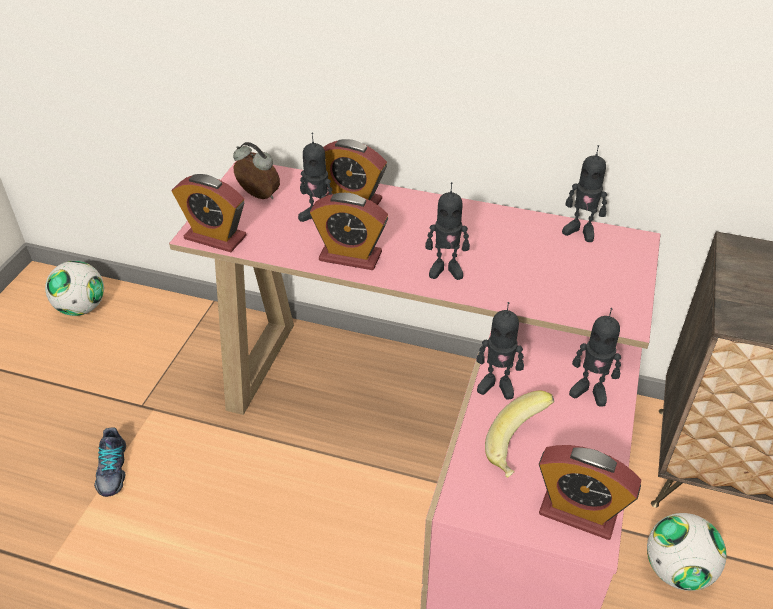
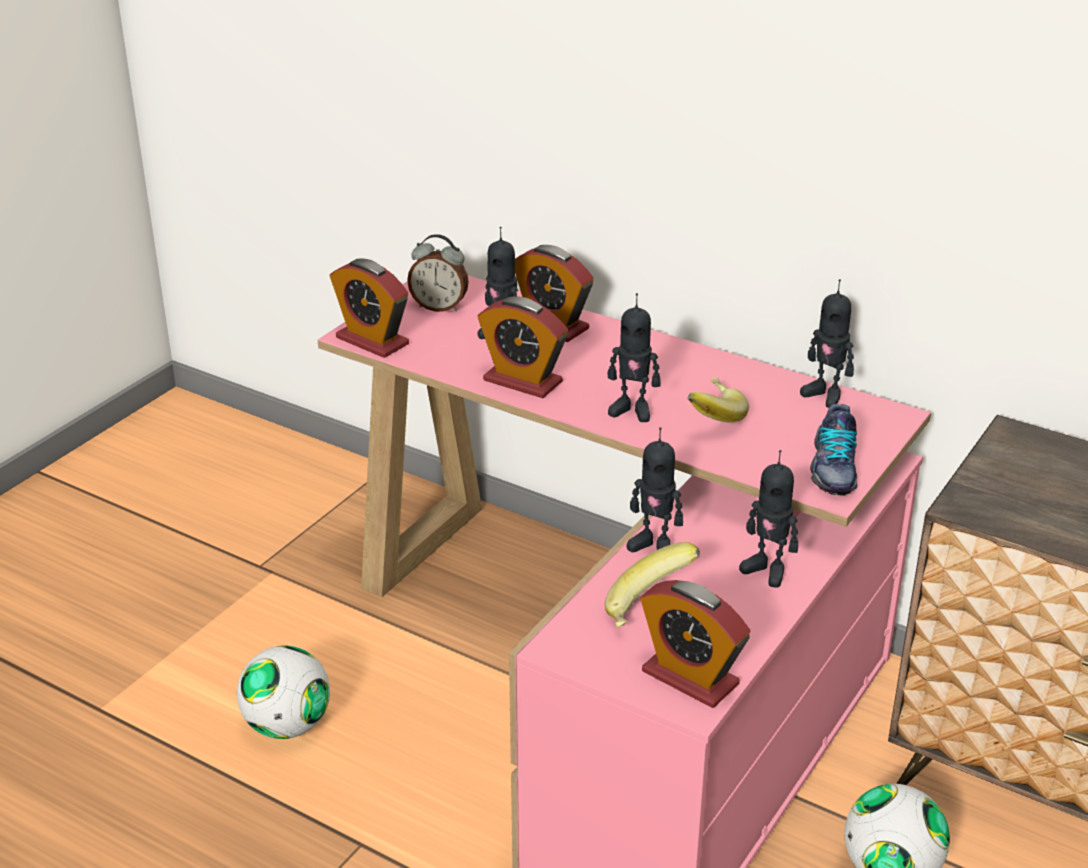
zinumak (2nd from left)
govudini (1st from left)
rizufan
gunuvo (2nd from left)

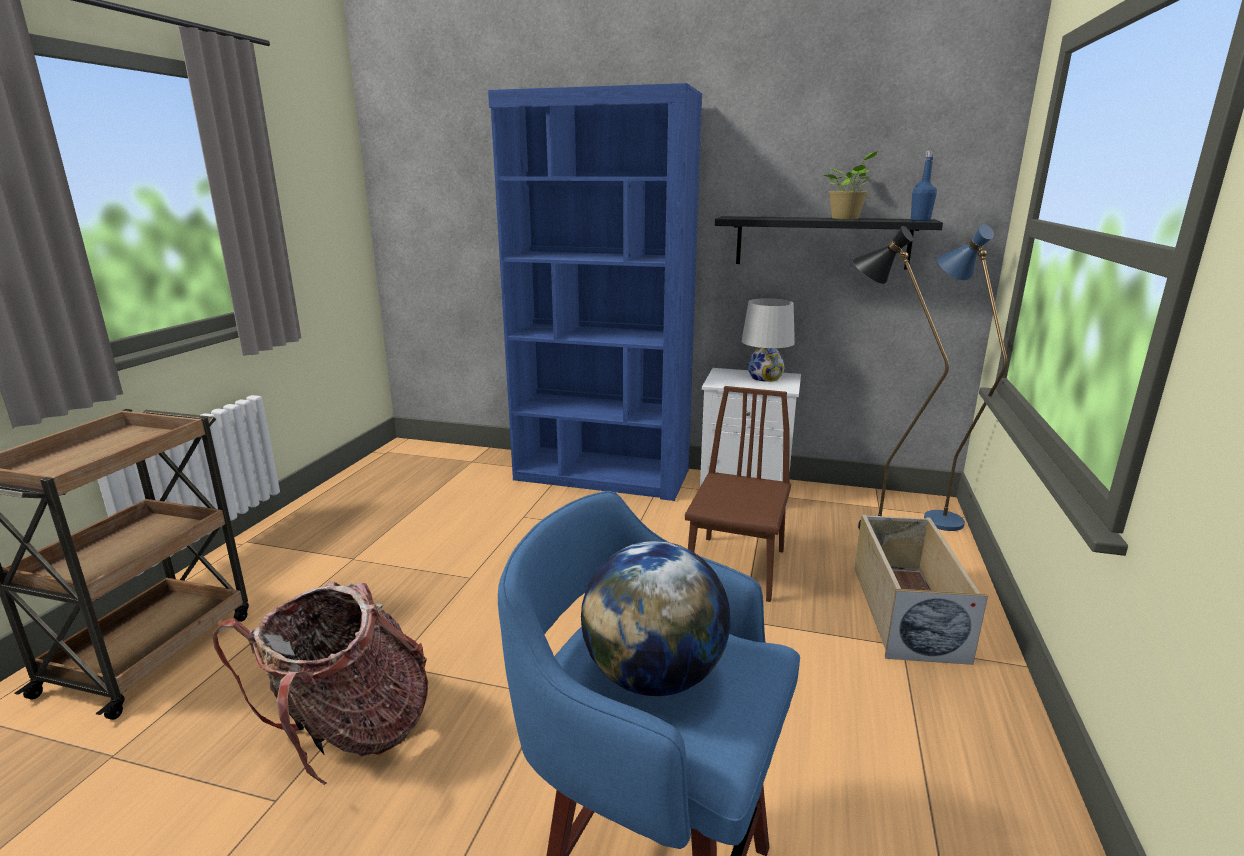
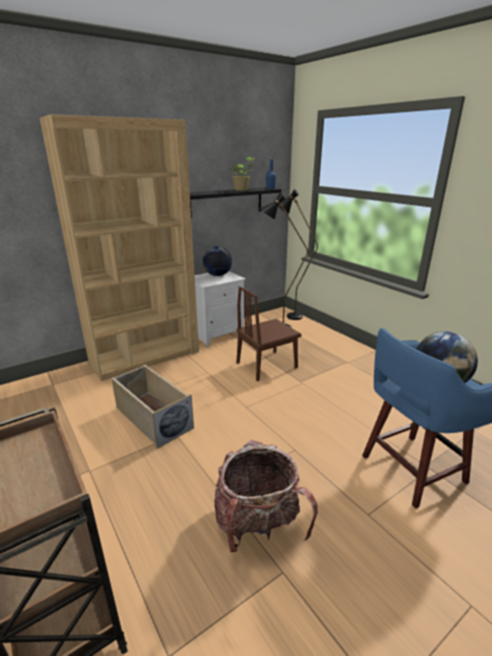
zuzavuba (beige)
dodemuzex (1st from left)
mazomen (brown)
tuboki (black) (2nd from left)
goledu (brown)

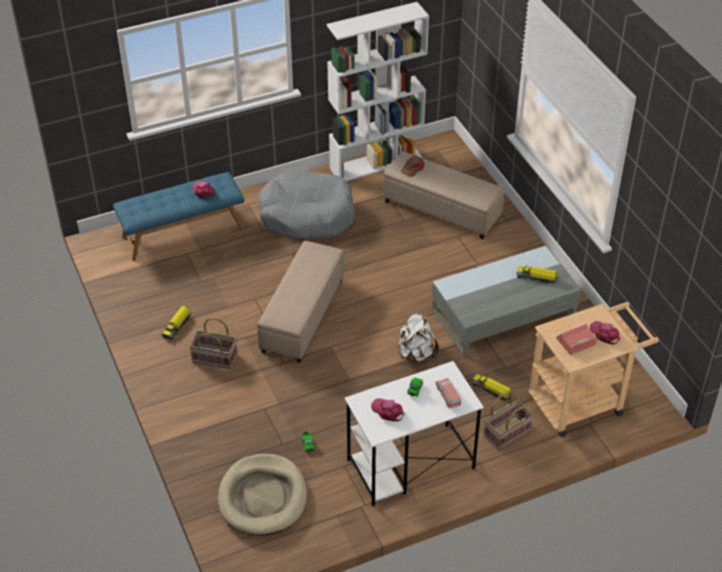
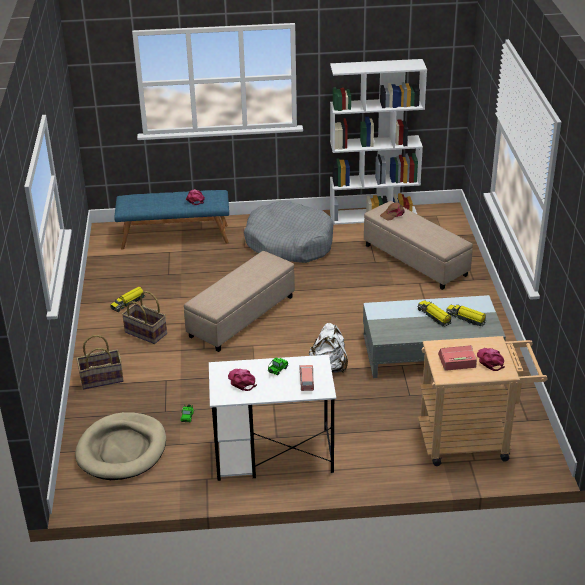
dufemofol (2nd from left)
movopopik (1st from left)

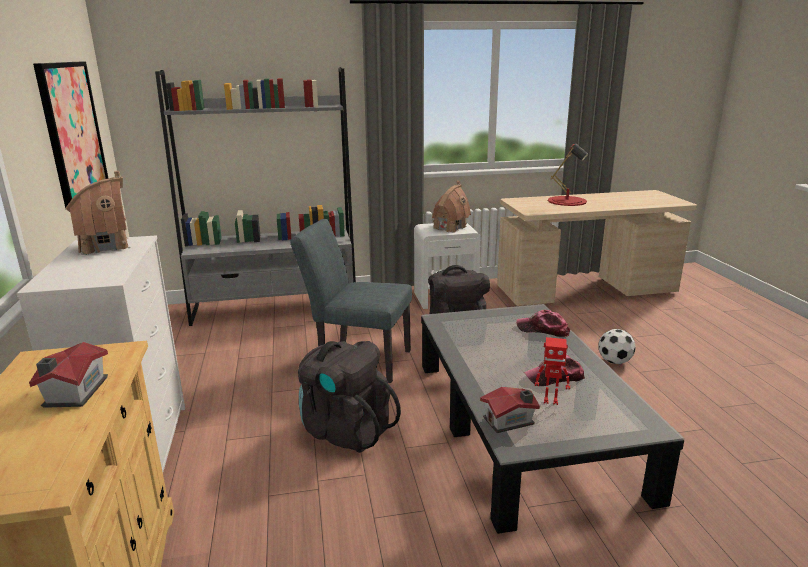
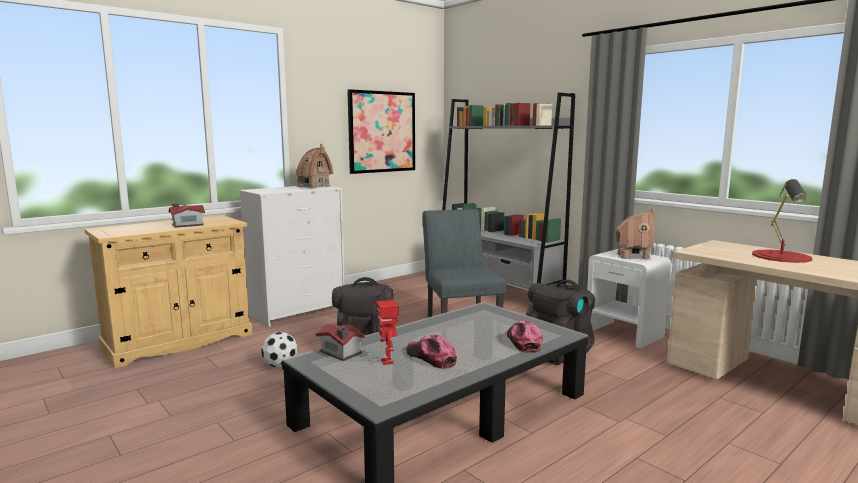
govudini

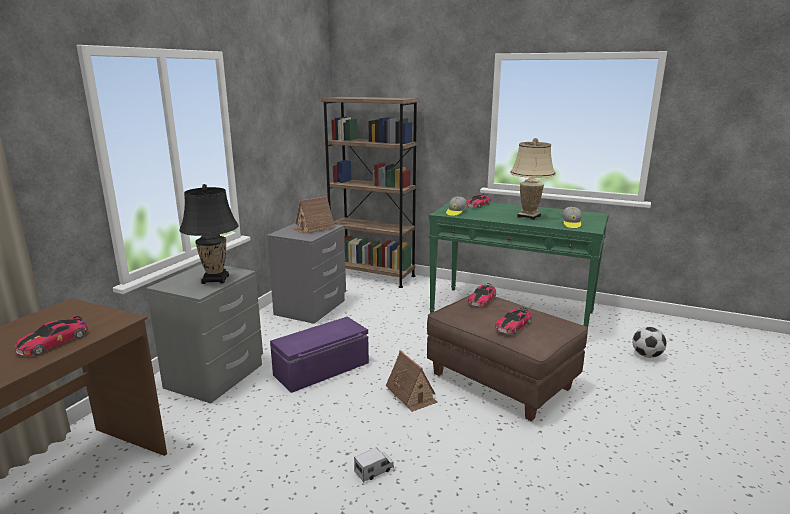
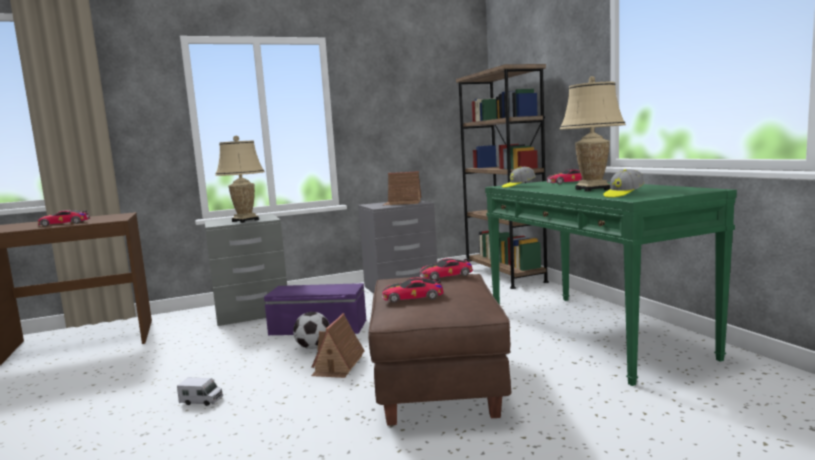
govudini
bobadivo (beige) (1st from left)

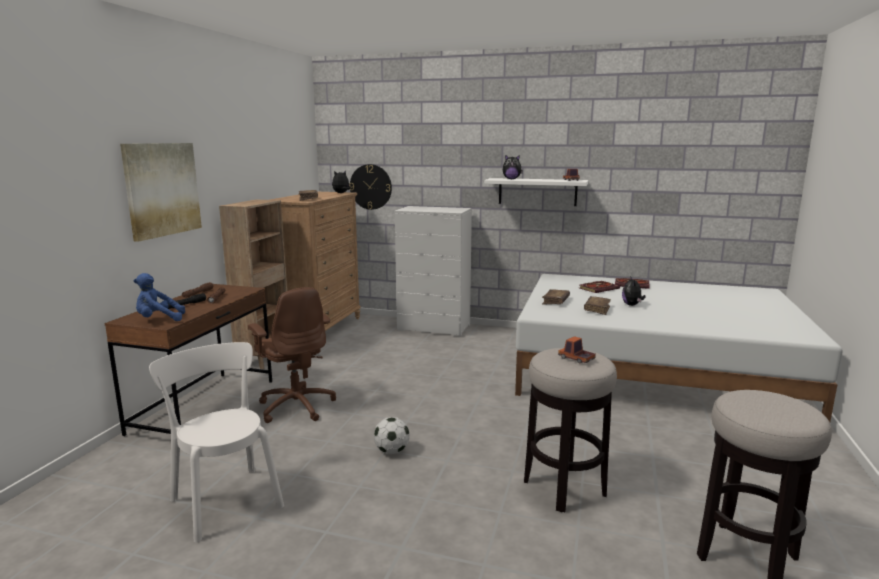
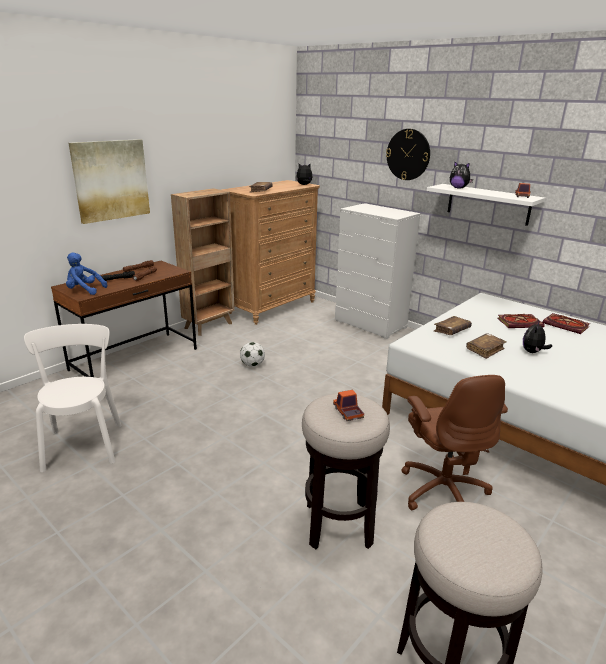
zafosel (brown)
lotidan
govudini

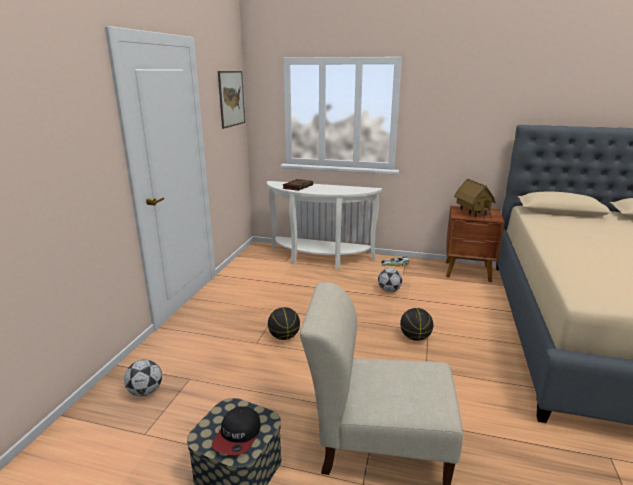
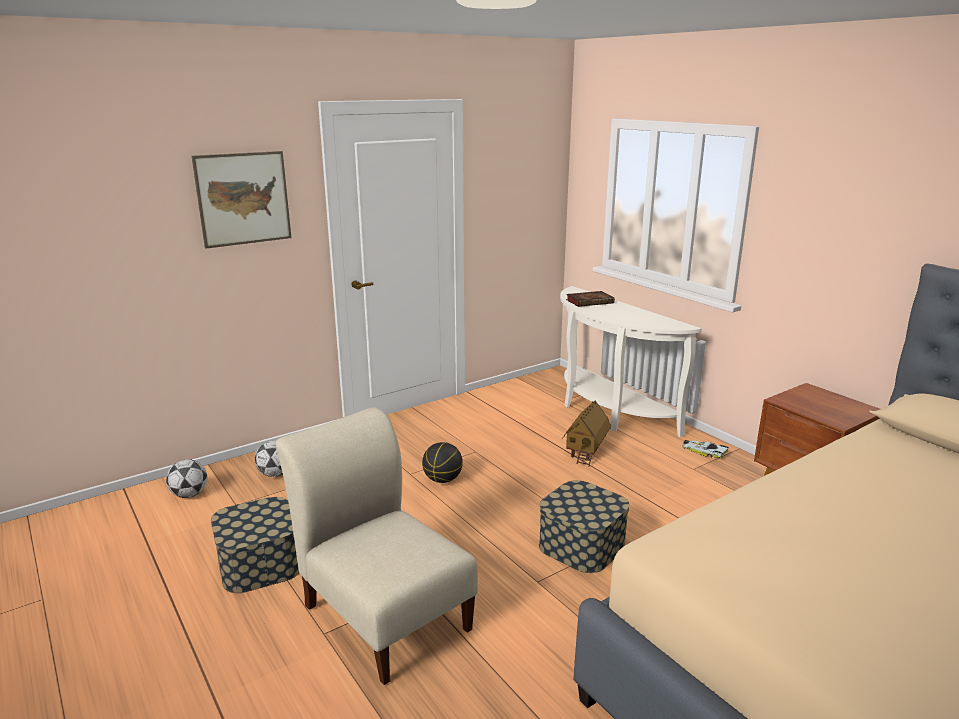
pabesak
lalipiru
govudini (1st from left)
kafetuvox
zuzavuba (2nd from left)

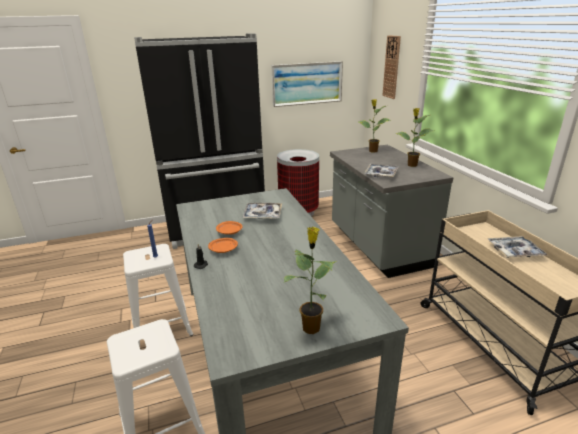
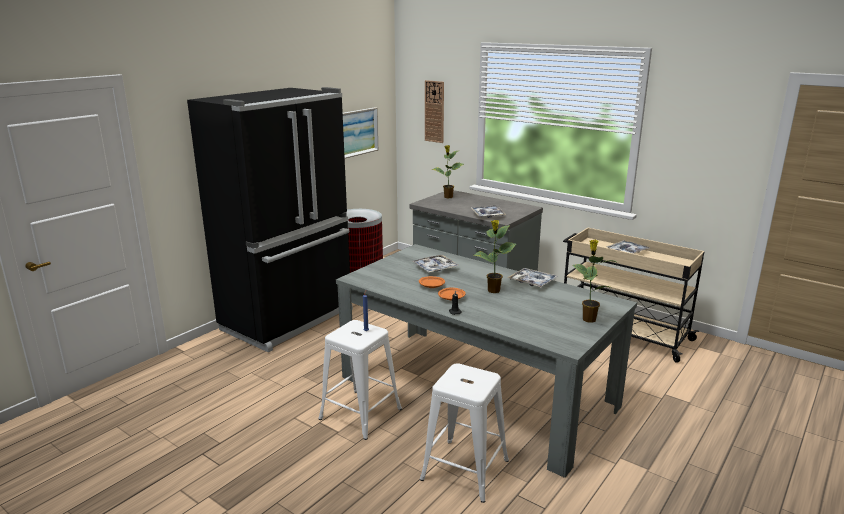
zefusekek (3rd from left)
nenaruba (2nd from left)

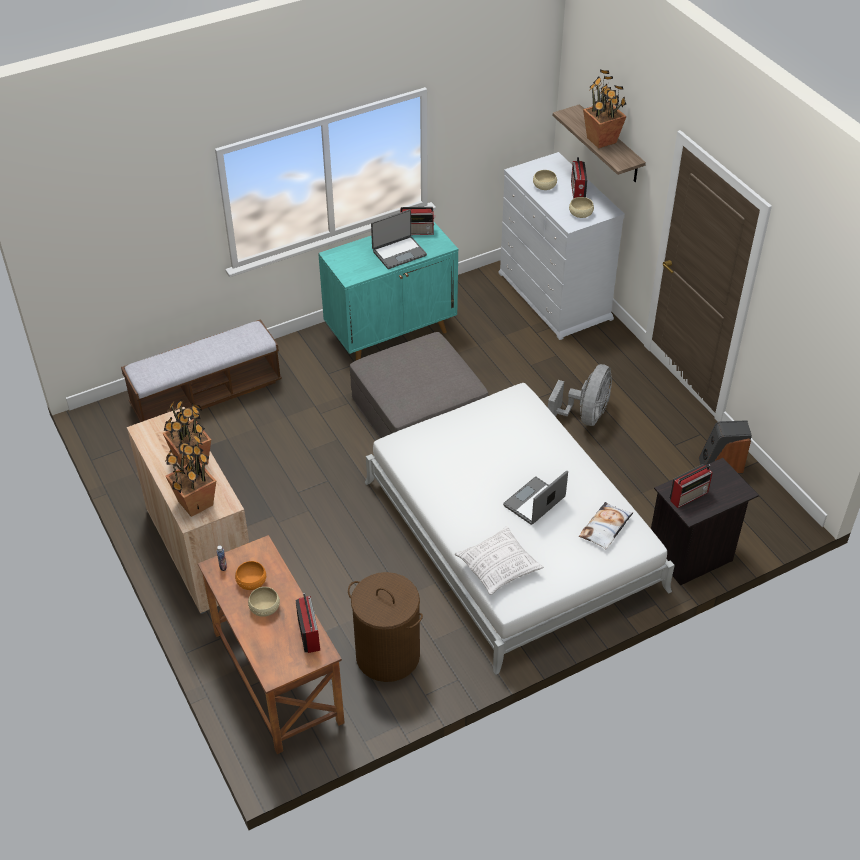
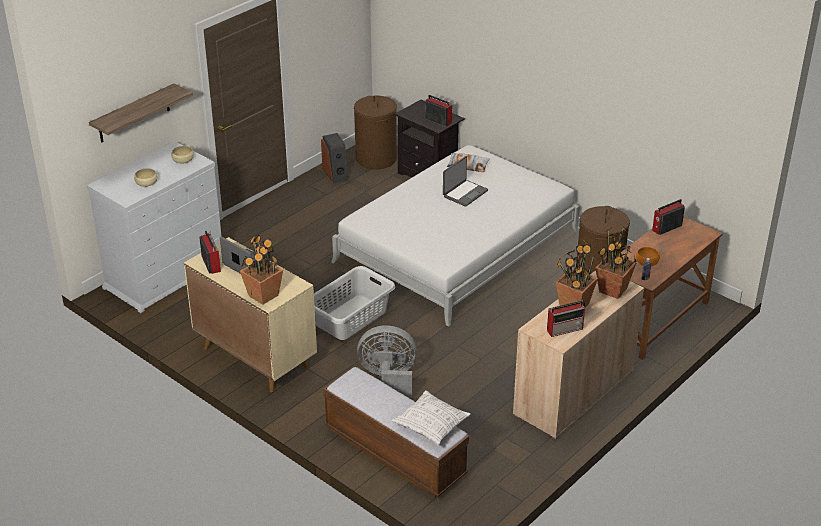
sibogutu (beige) (1st from left in the first image)
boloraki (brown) (1st from left)
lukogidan (1st from left)
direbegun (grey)
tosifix (3rd from left)
nenaruba (1st from left)
boloraki (grey)
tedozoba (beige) (1st from left)
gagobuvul (2nd from left)

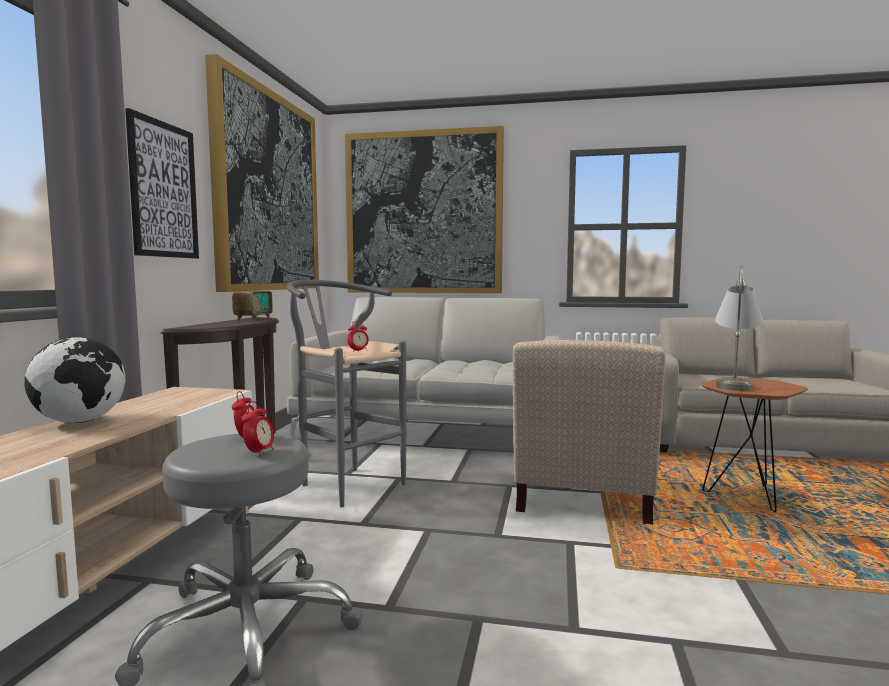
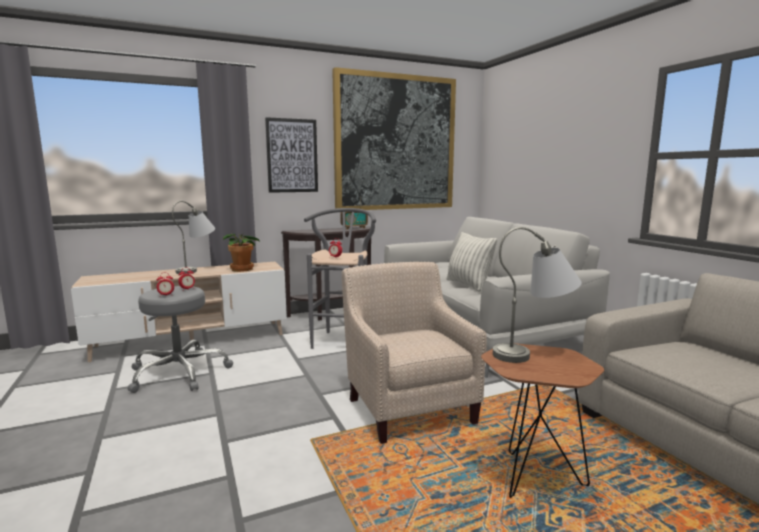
lalipiru (3rd from left in the first image)
nenaruba
lukogidan
bobadivo (grey) (1st from left)
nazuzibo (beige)

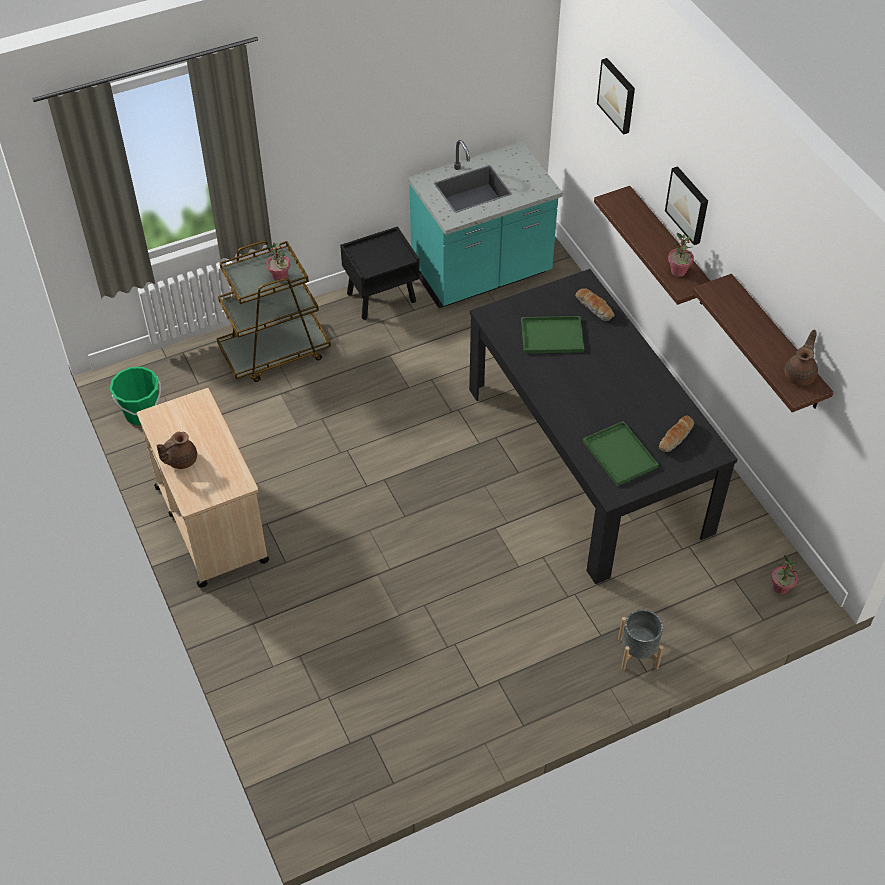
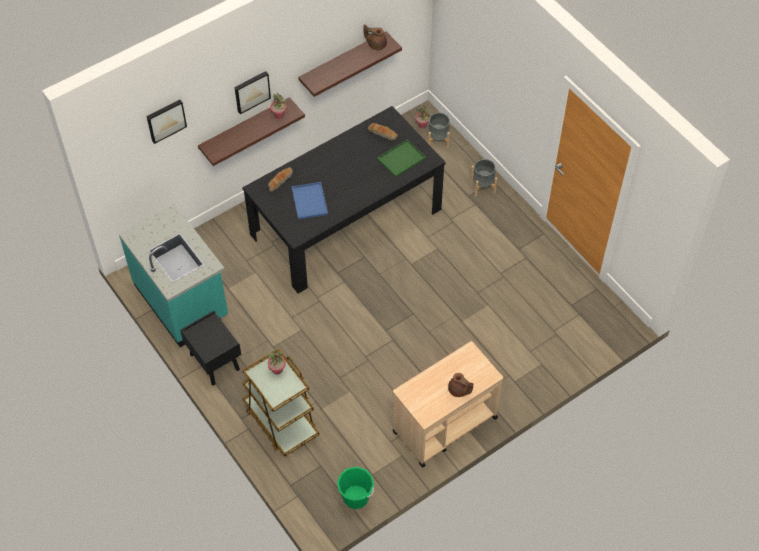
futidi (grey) (1st from left)
zefusekek (blue)

